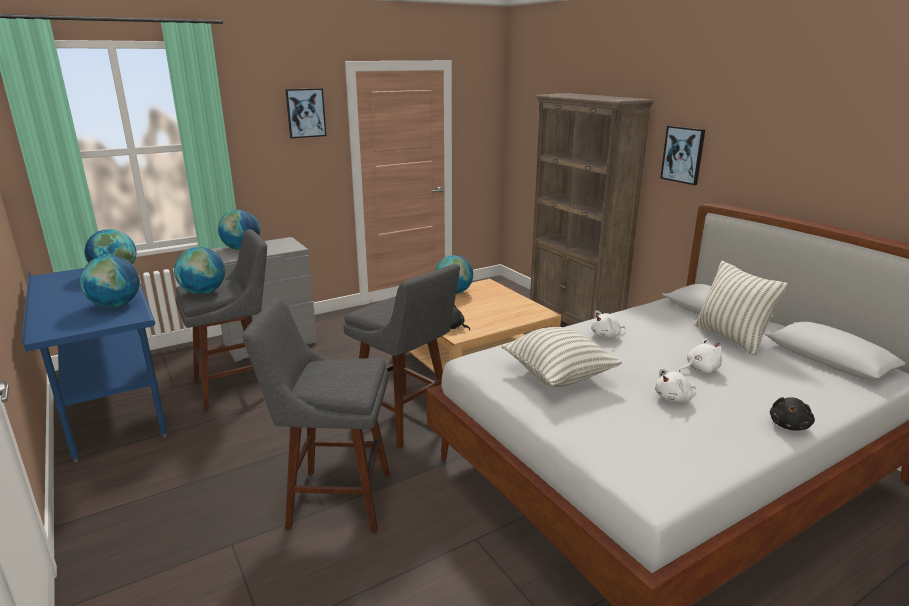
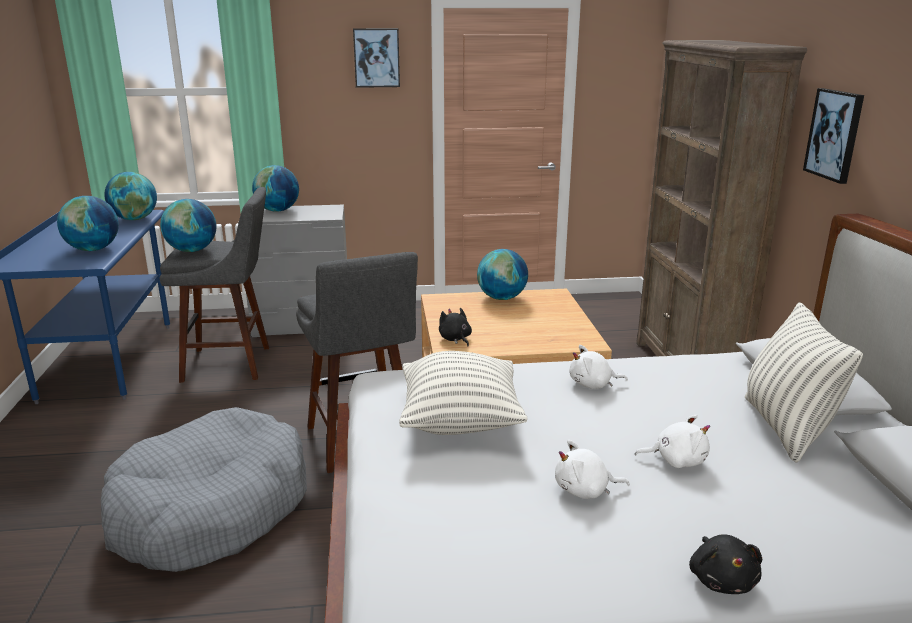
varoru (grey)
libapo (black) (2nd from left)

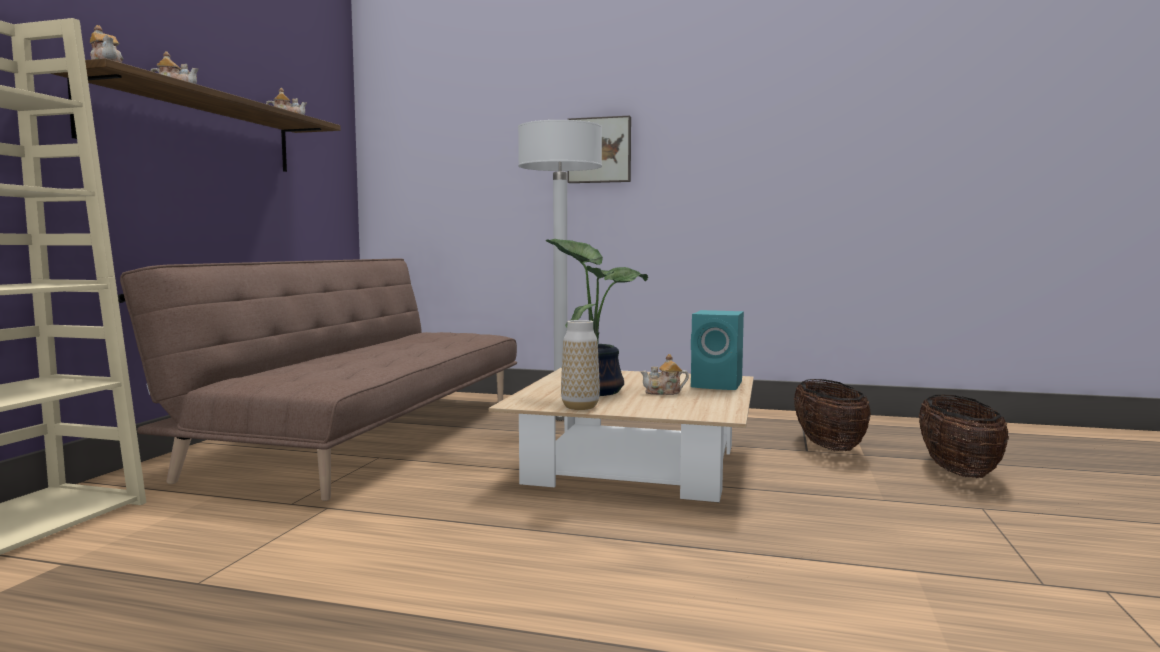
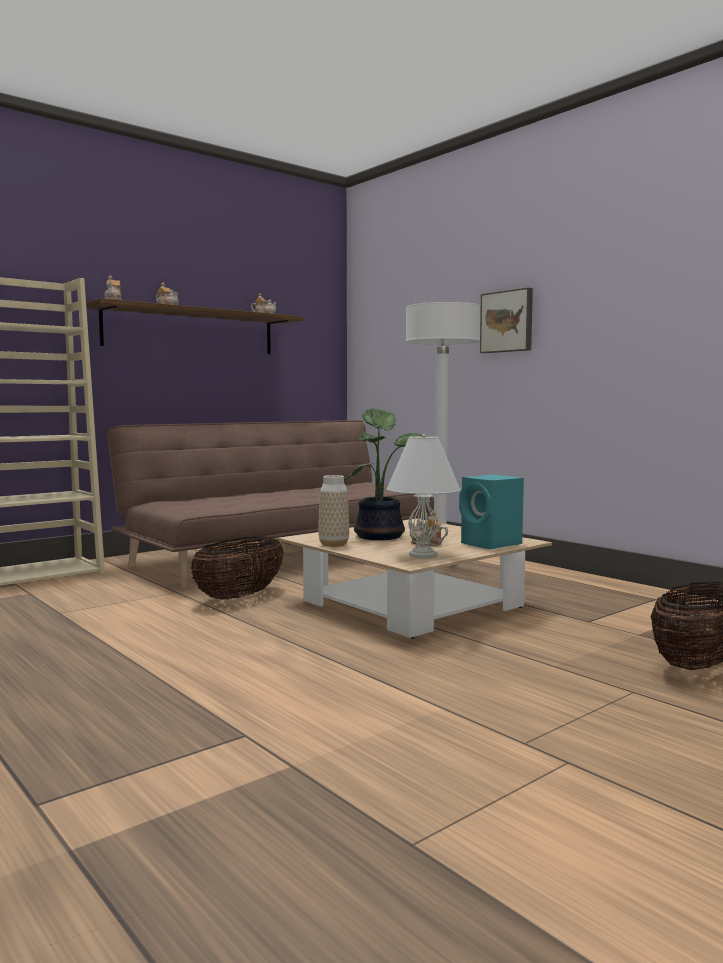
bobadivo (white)
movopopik (1st from left)

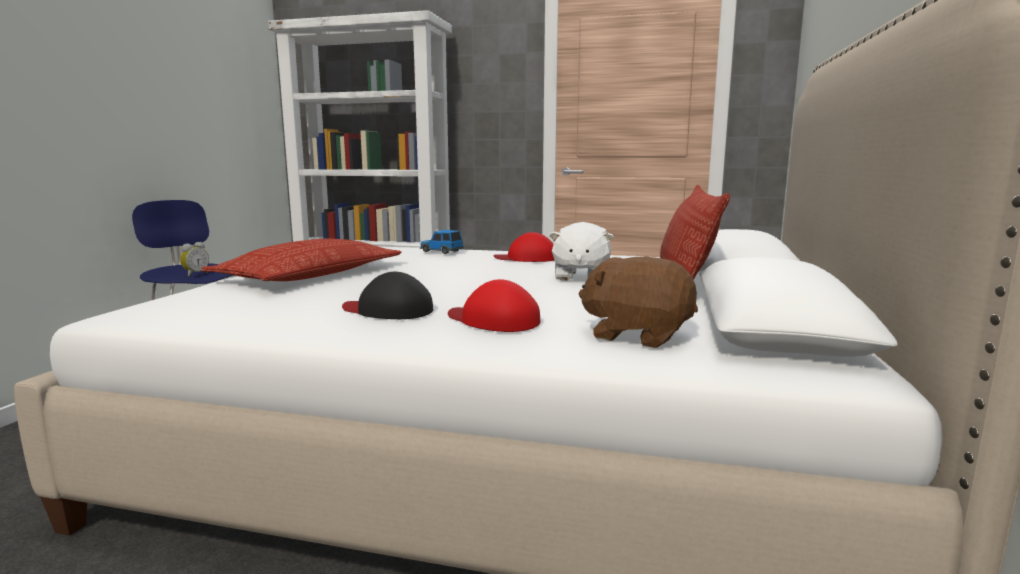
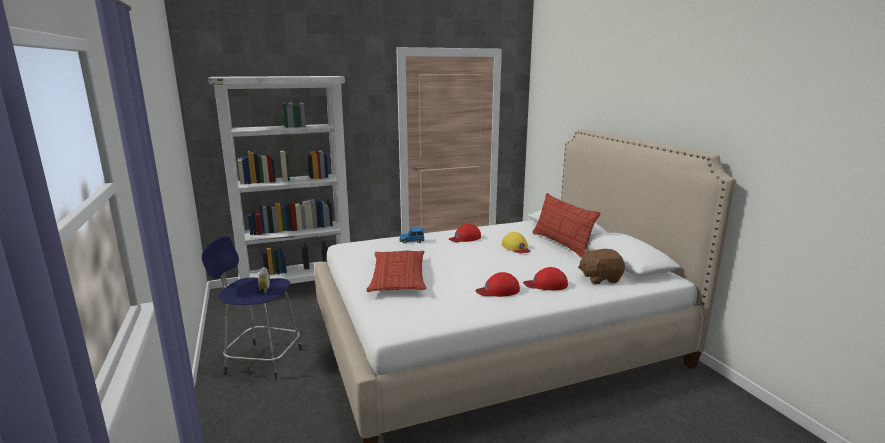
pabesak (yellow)
pabesak (red) (2nd from left)

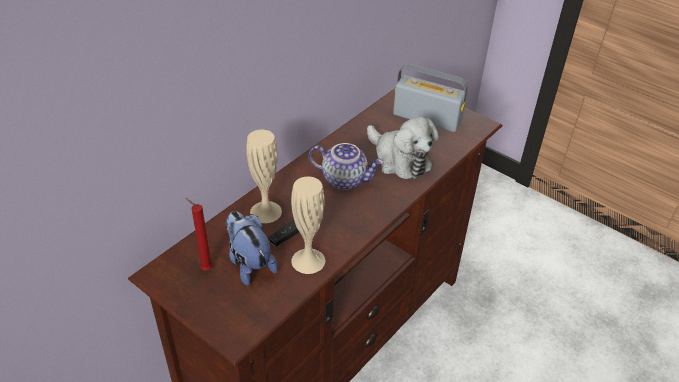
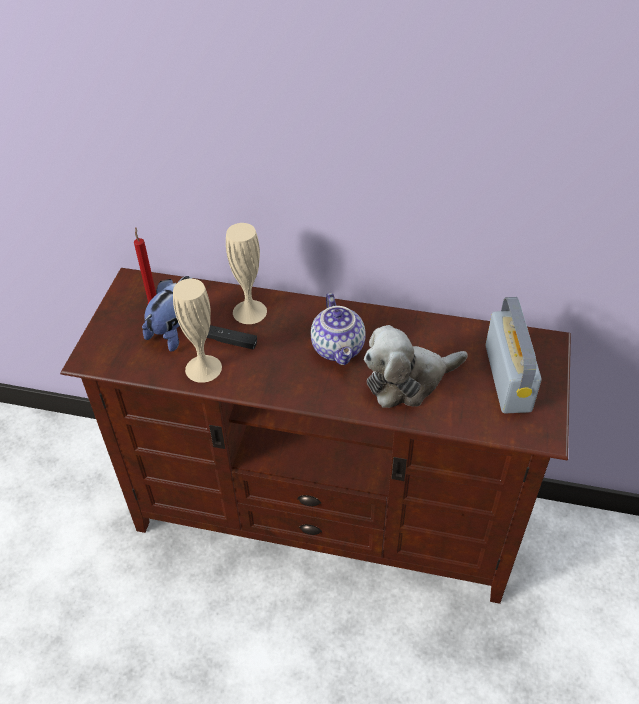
libapo (2nd from left)

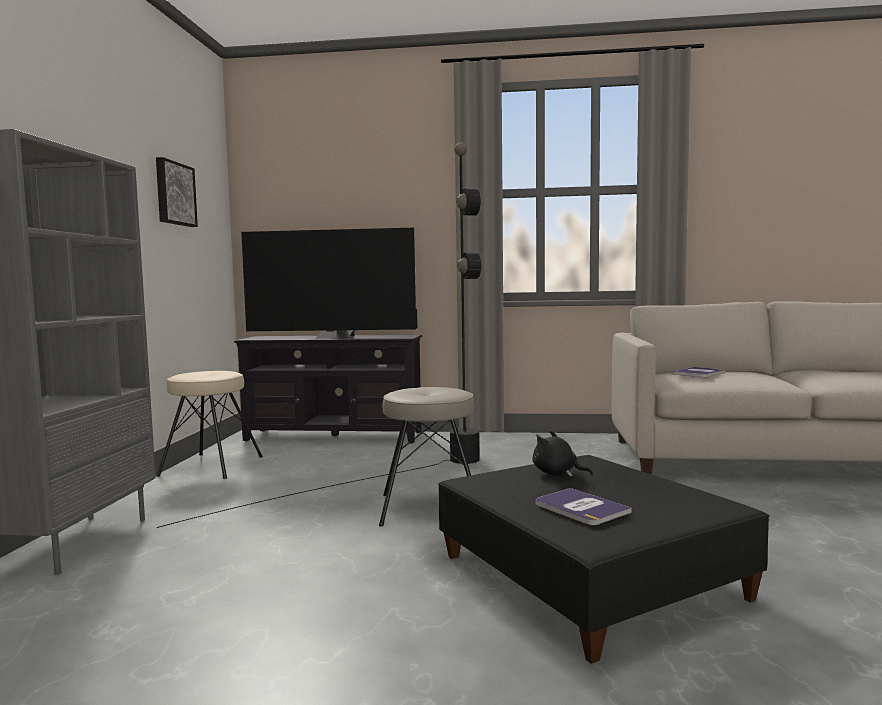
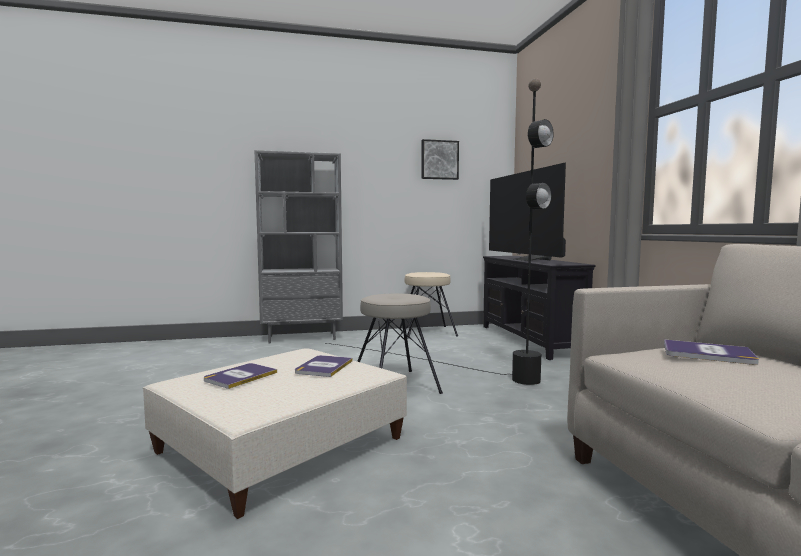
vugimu (2nd from left)
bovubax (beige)

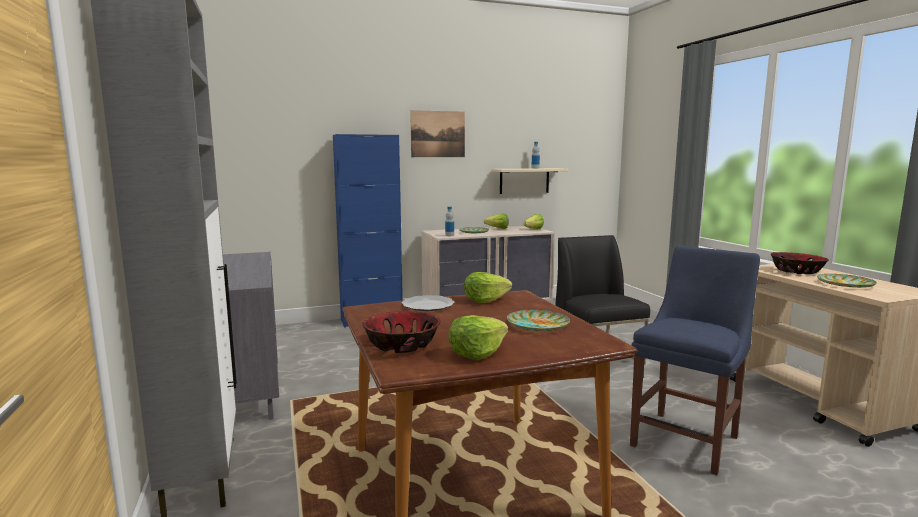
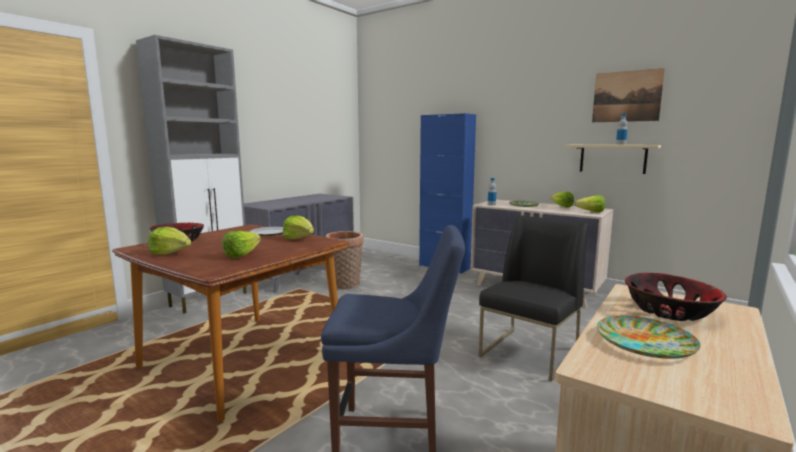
movopopik
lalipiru
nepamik (2nd from left)

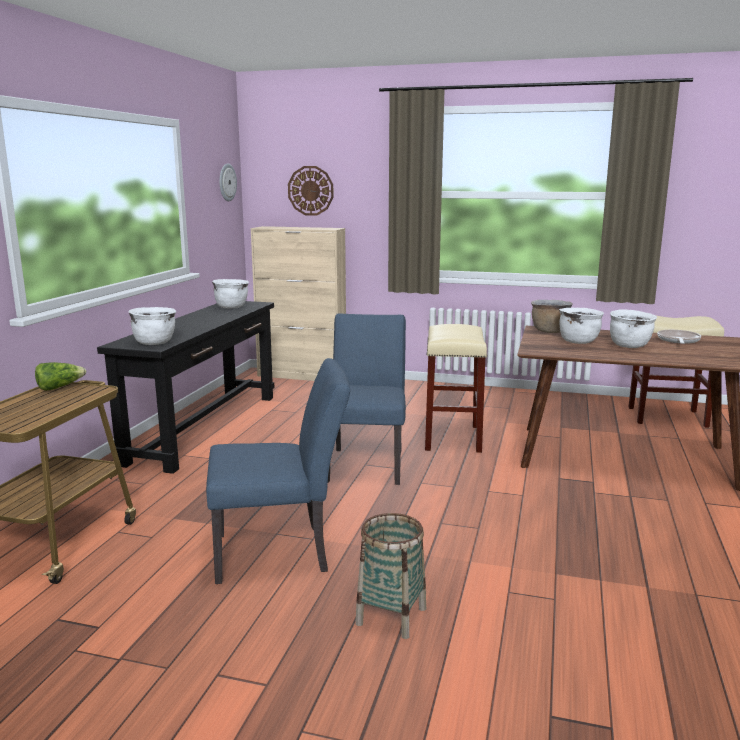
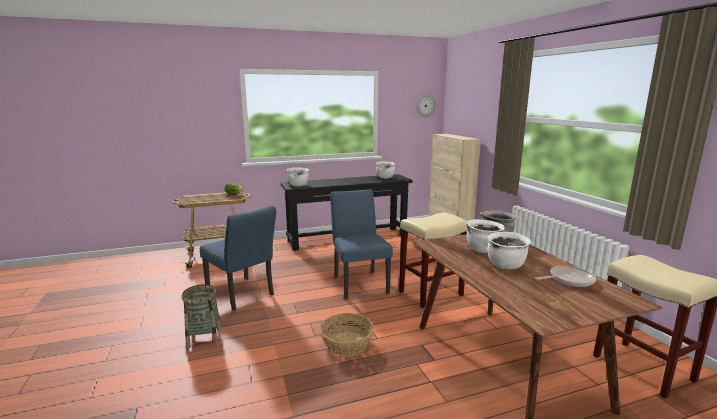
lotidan (2nd from left in the first image)
movopopik (2nd from left)
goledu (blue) (2nd from left)

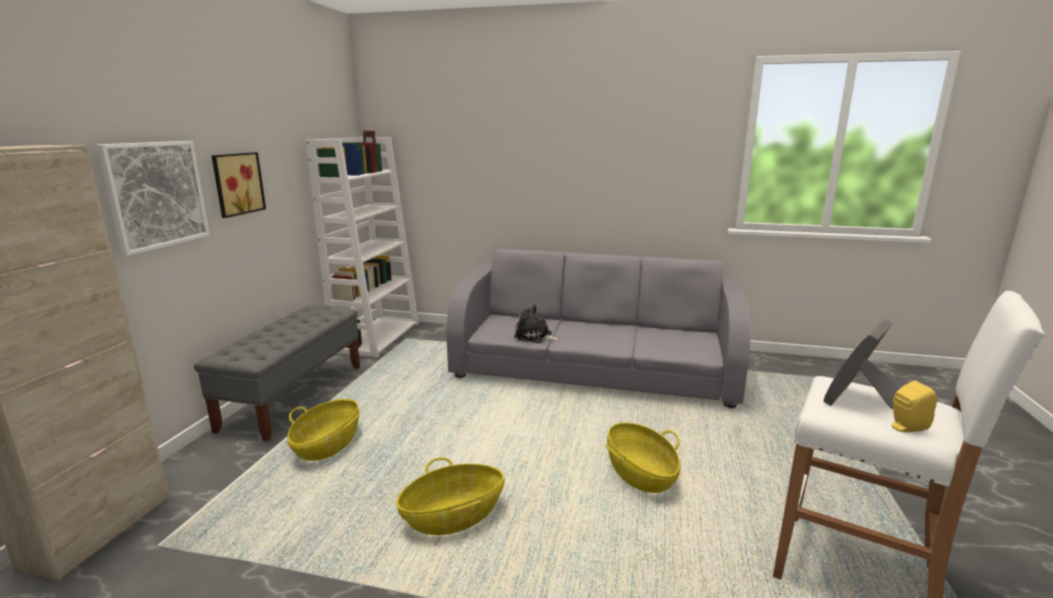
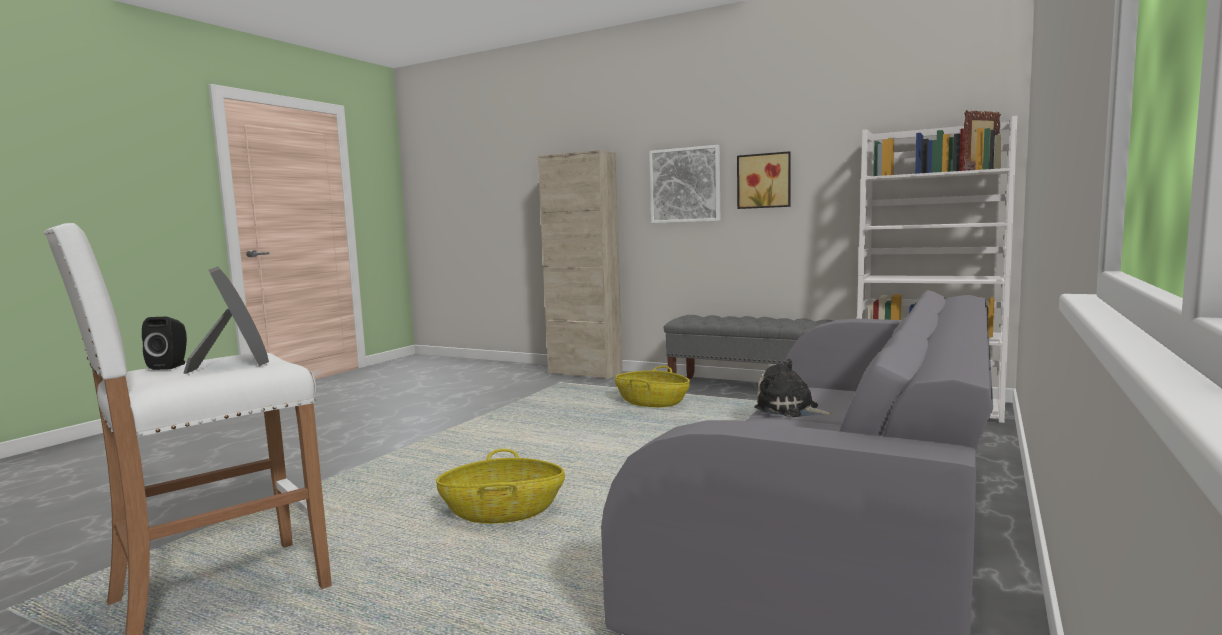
movopopik (2nd from left in the first image)
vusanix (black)
libapo

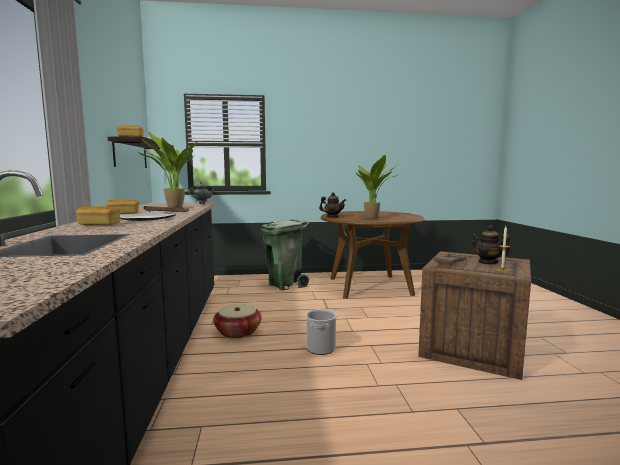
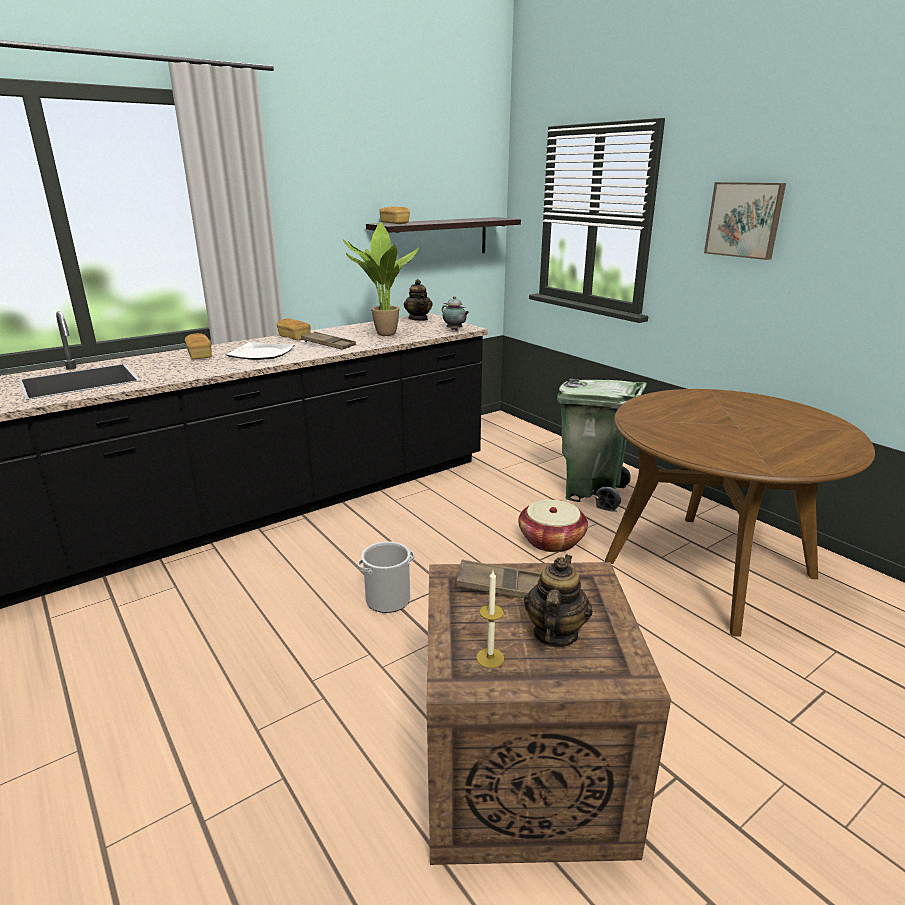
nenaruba (2nd from left in the first image)
lalipiru
movopopik
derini (1st from left)

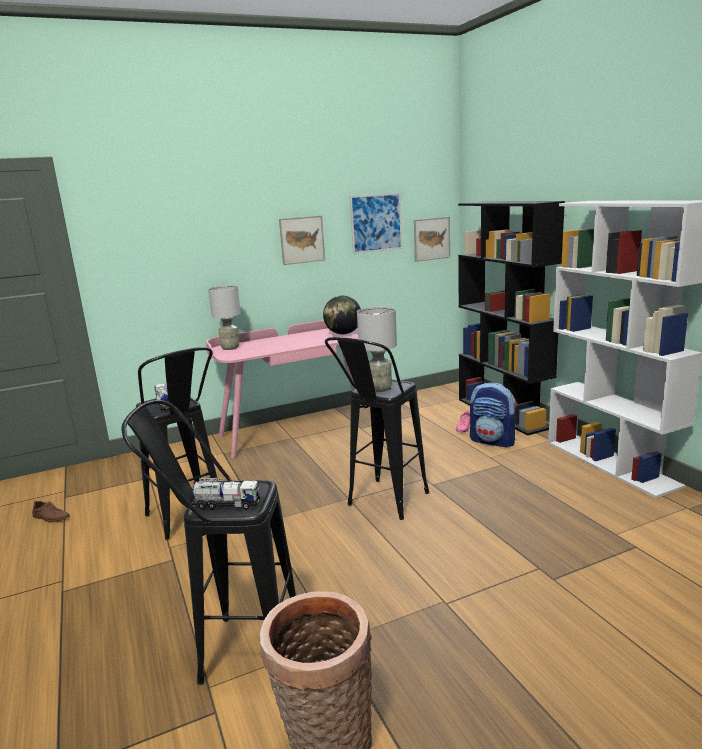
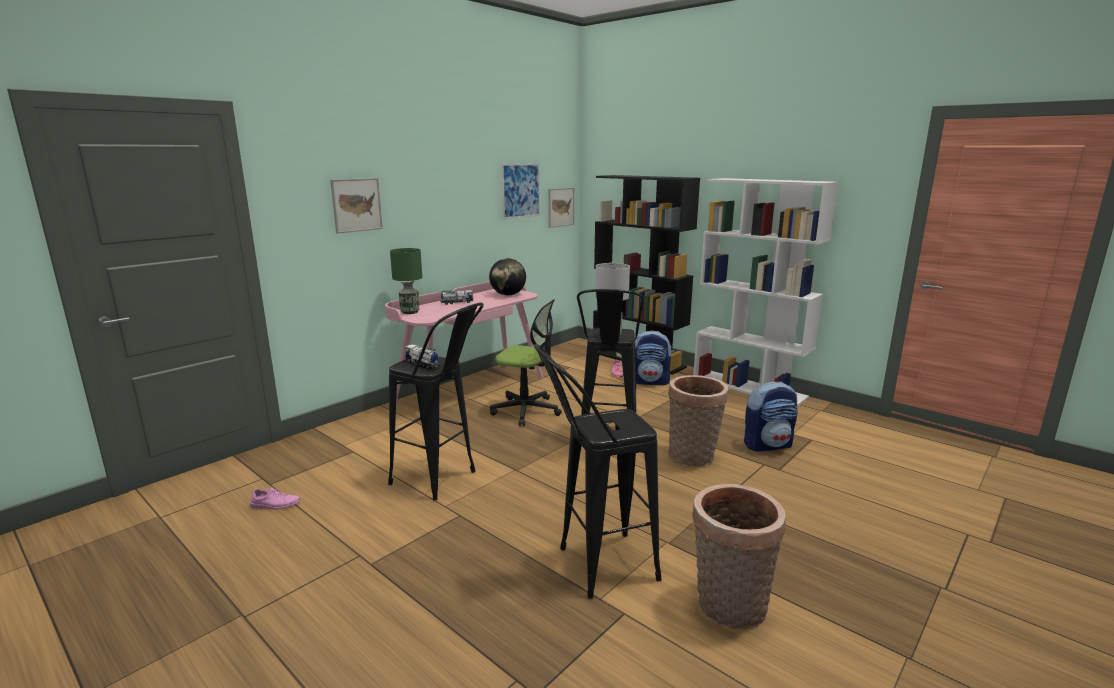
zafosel
movopopik (1st from left)
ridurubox (2nd from left)
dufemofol (2nd from left)
lalipiru (1st from left)
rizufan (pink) (1st from left)
bobadivo (green)

